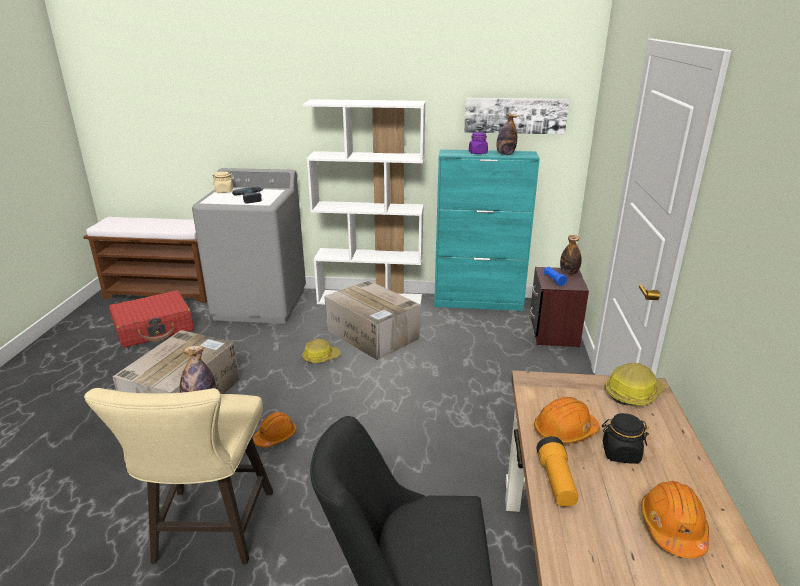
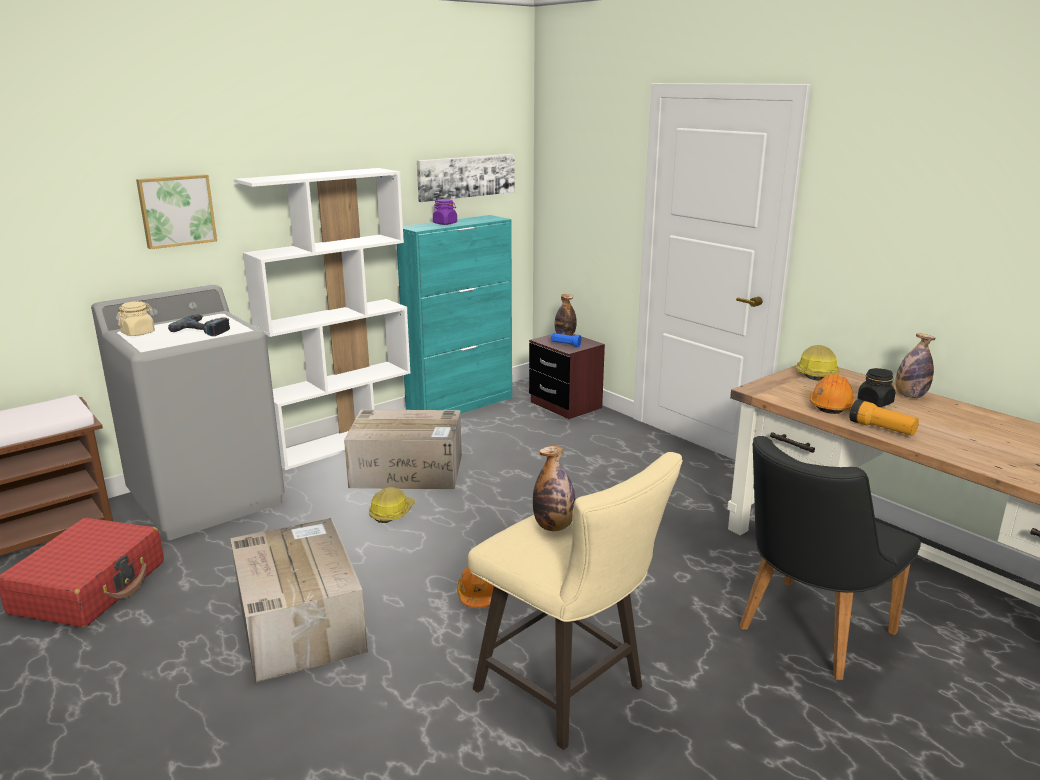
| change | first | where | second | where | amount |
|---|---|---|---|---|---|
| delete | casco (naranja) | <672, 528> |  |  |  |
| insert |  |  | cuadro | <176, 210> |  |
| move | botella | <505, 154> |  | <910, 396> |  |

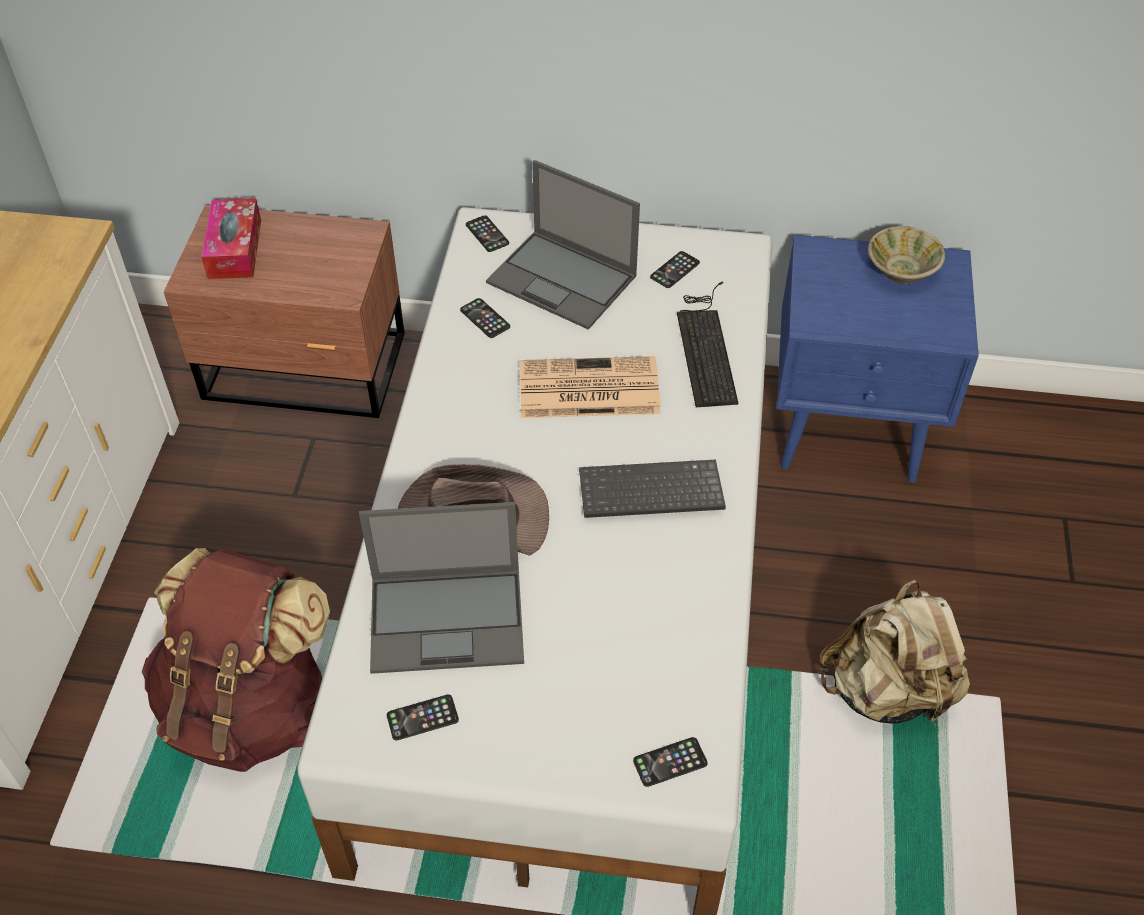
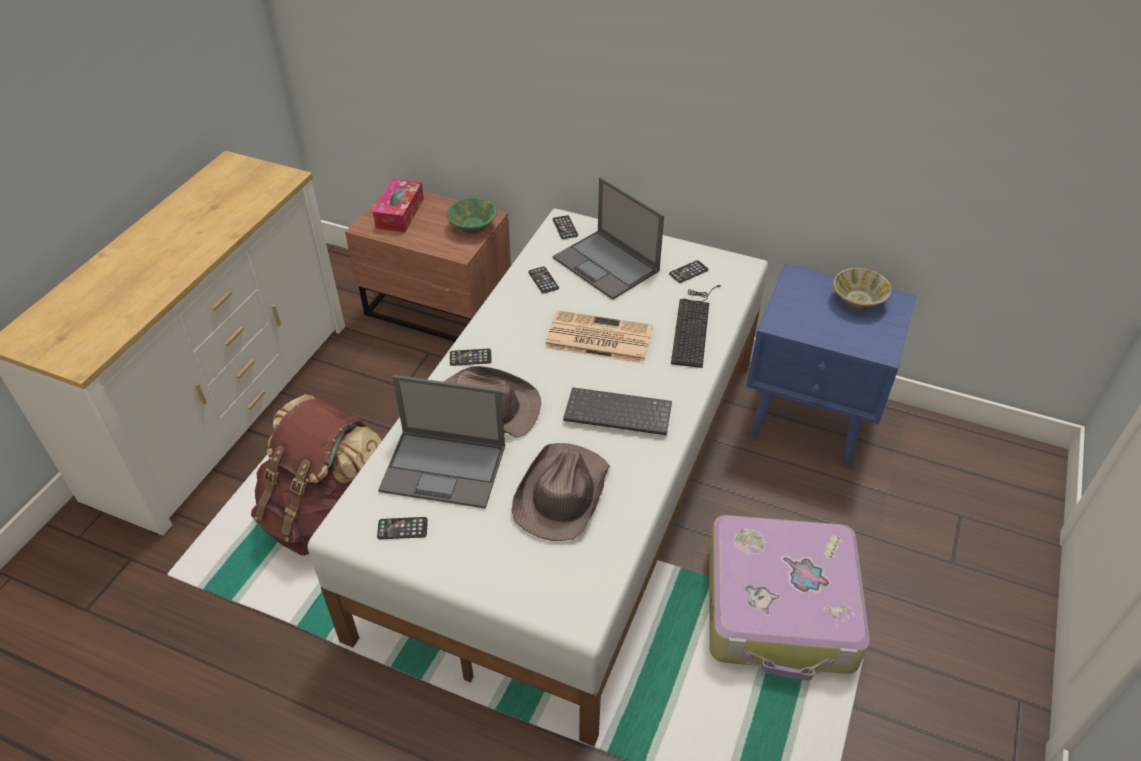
| change | first | where | second | where | amount |
|---|---|---|---|---|---|
| insert |  |  | cuenco (verde) | <472, 226> |  |
| insert |  |  | sombrero (marrón) | <561, 494> |  |
| move | móvil | <670, 762> |  | <470, 357> |  |
| replace | mochila (beis) | <887, 690> | maleta | <781, 608> |  |

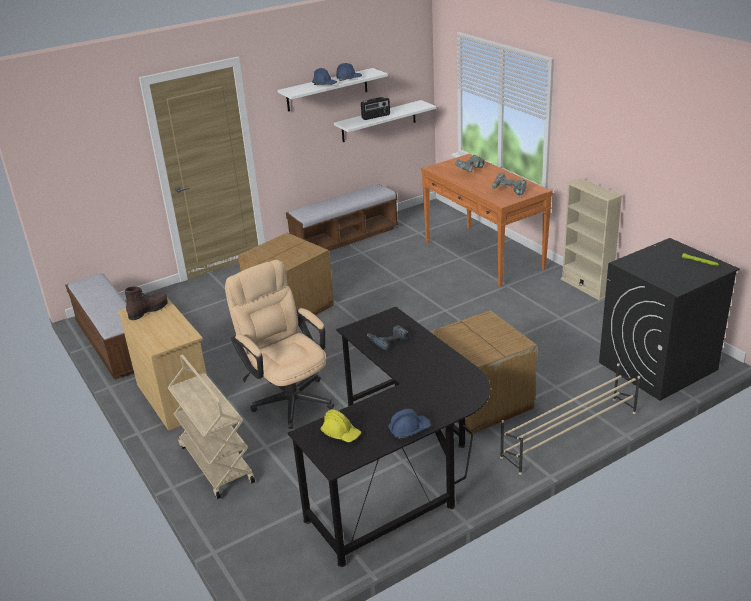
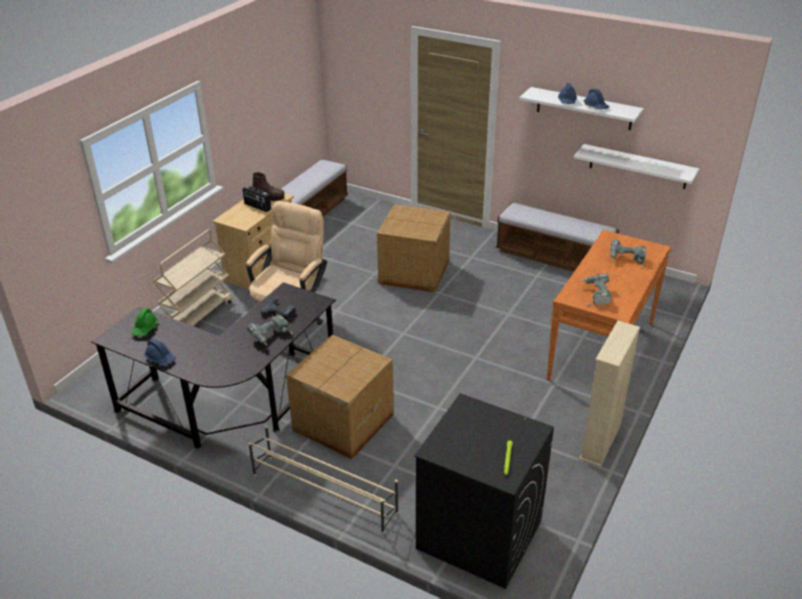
| change | first | where | second | where | amount |
|---|---|---|---|---|---|
| insert |  |  | taladro | <271, 337> |  |
| move | radio | <376, 116> |  | <257, 207> |  |
| recolor | casco (amarillo) | <341, 433> | casco (verde) | <145, 329> |  |

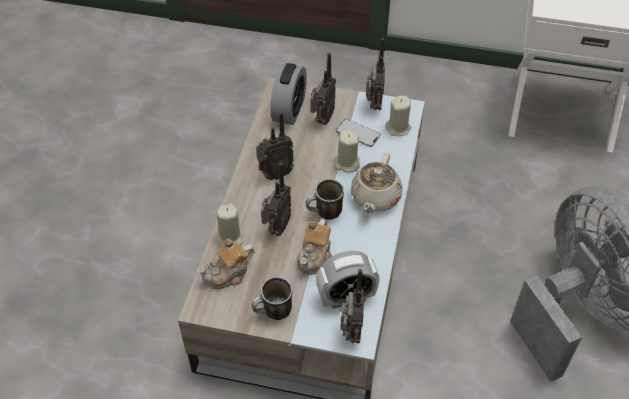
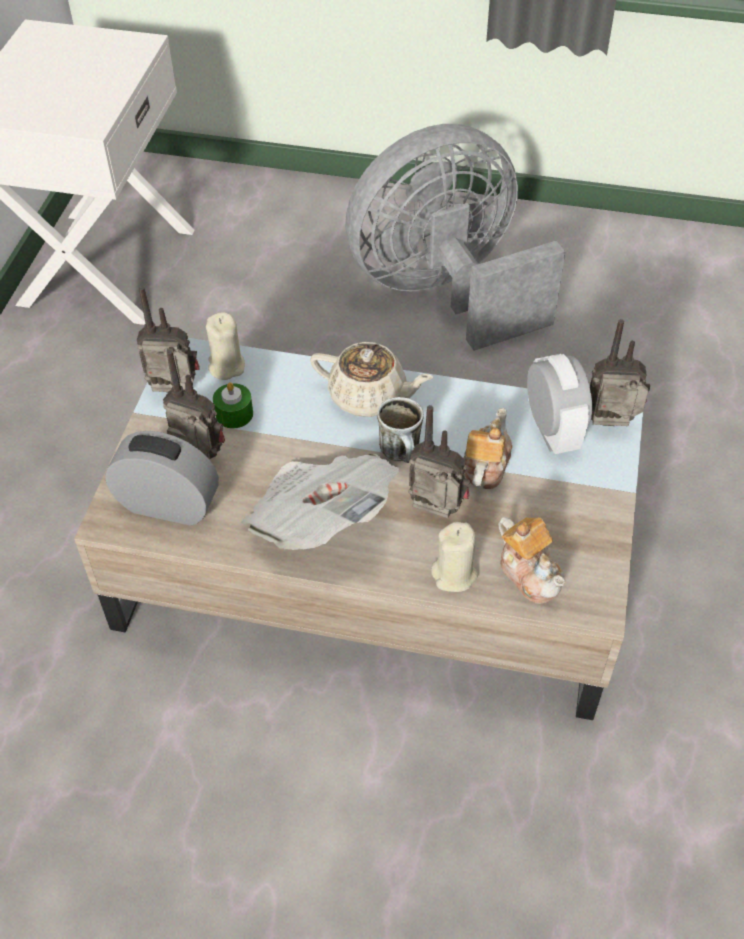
| change | first | where | second | where | amount |
|---|---|---|---|---|---|
| delete | taza grande | <273, 313> |  |  |  |
| delete | vela (beis) | <347, 164> |  |  |  |
| replace | radio | <274, 174> | periódico | <319, 521> |  |
| replace | móvil | <358, 133> | vela (verde) | <234, 414> |  |
| rotate | tetera | <315, 256> |  | <485, 466> | 90 degrees counterclockwise |

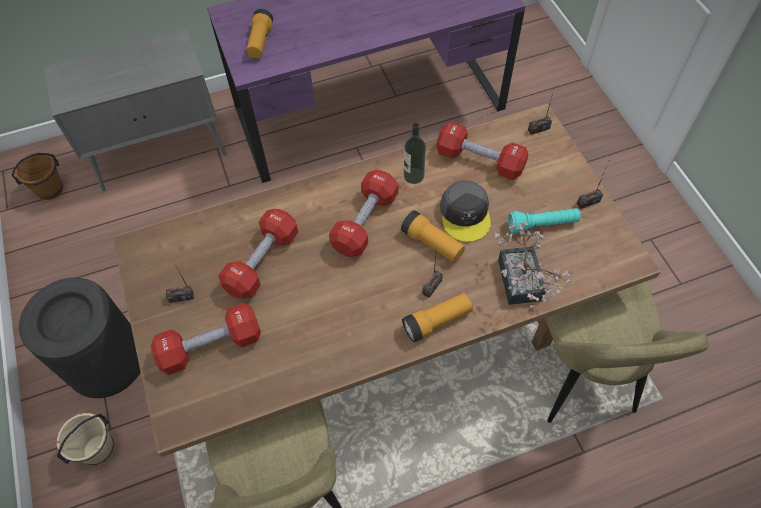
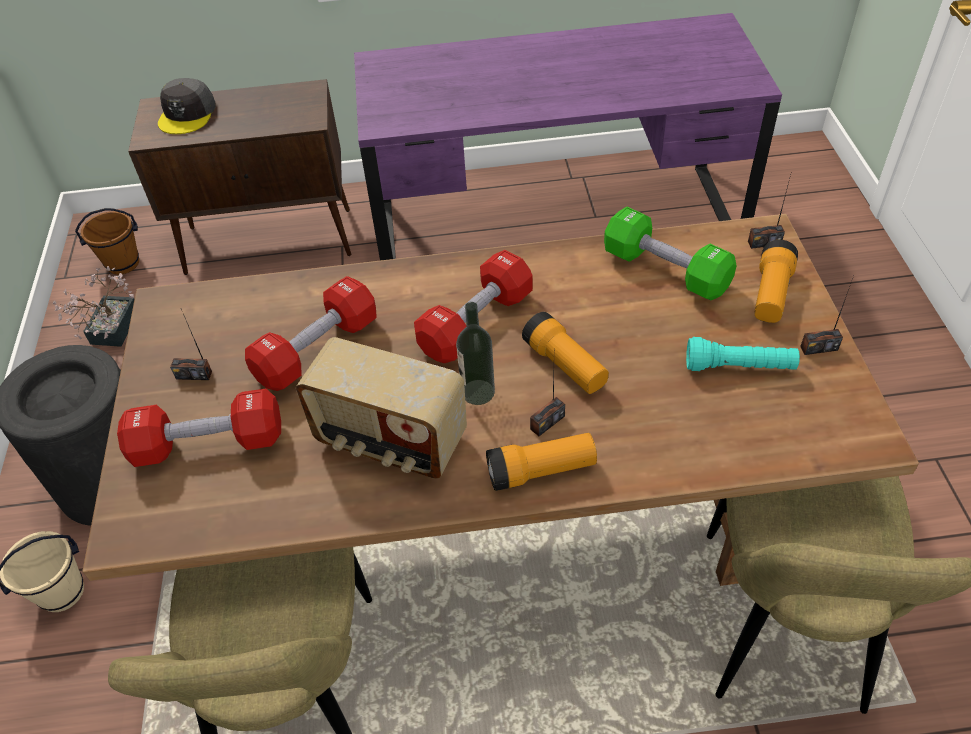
| change | first | where | second | where | amount |
|---|---|---|---|---|---|
| insert |  |  | radio | <390, 441> |  |
| move | linterna | <260, 42> |  | <771, 294> |  |
| move | botella | <413, 175> |  | <478, 392> |  |
| move | gorra (gris) | <465, 214> |  | <187, 114> |  |
| move | planta en maceta | <520, 286> |  | <112, 332> |  |
| recolor | armario (gris) | <161, 152> | armario (marrón) | <271, 241> |  |
| recolor | mancuerna (rojo) | <480, 160> | mancuerna (verde) | <665, 270> |  |

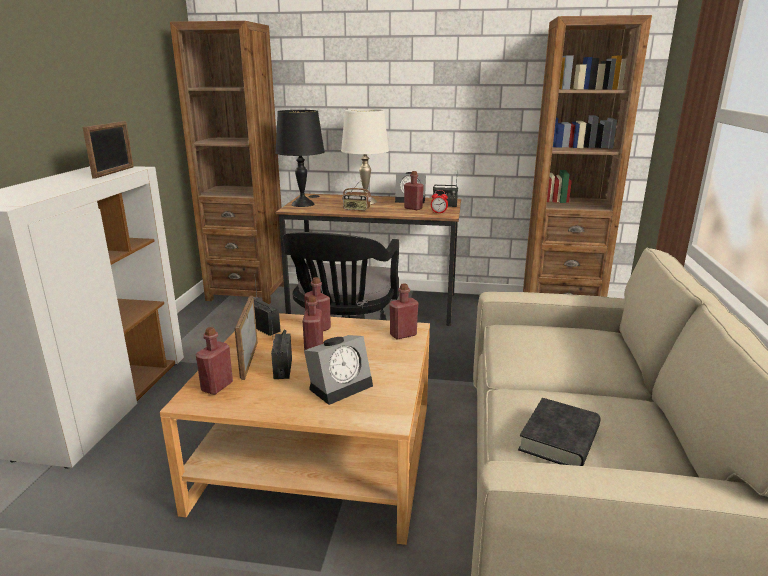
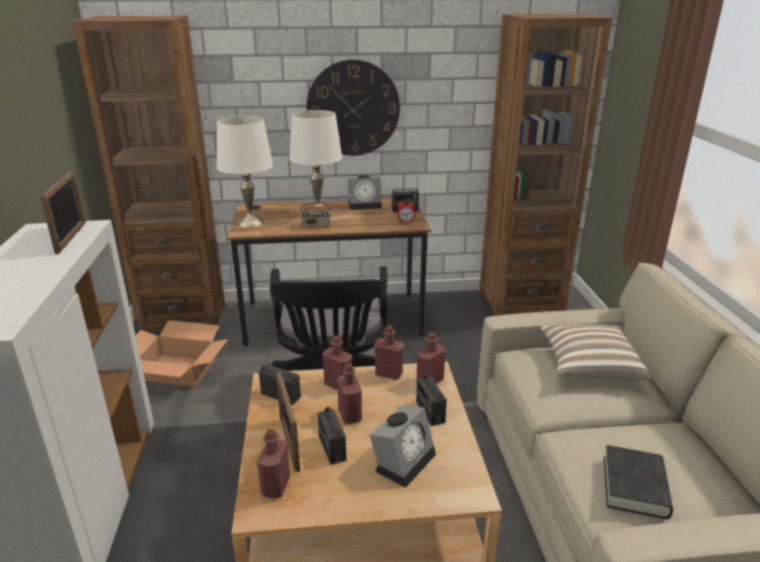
| change | first | where | second | where | amount |
|---|---|---|---|---|---|
| insert |  |  | caja de cartón | <178, 370> |  |
| insert |  |  | reloj de pared | <353, 108> |  |
| insert |  |  | radio | <430, 412> |  |
| insert |  |  | cojín | <589, 366> |  |
| move | botella (rojo) | <413, 208> |  | <388, 374> |  |
| recolor | lámpara de mesa (negro) | <302, 204> | lámpara de mesa (blanco) | <250, 222> |  |

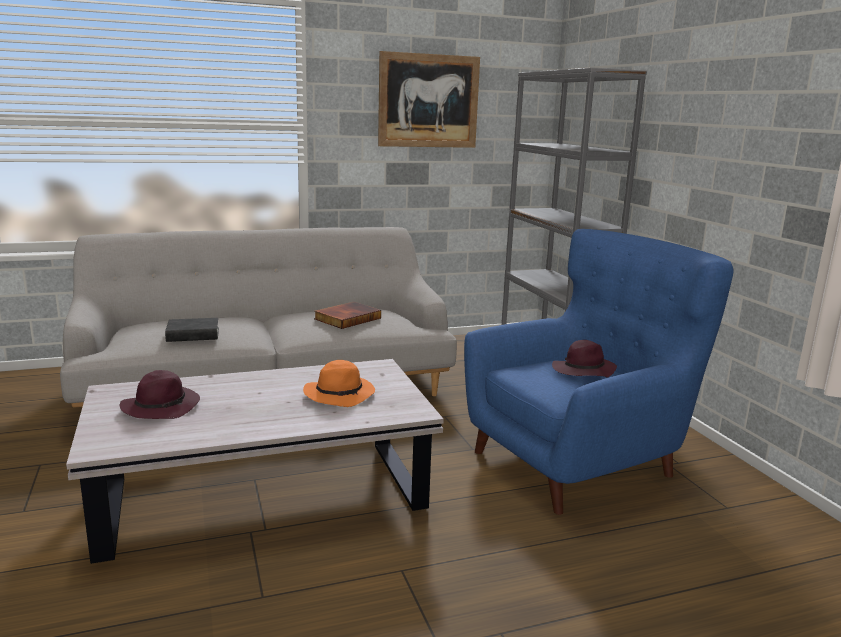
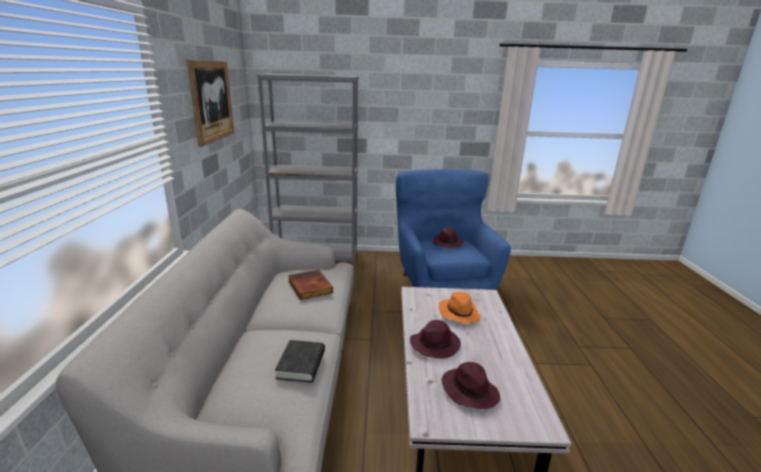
| change | first | where | second | where | amount |
|---|---|---|---|---|---|
| insert |  |  | sombrero (morado) | <435, 344> |  |

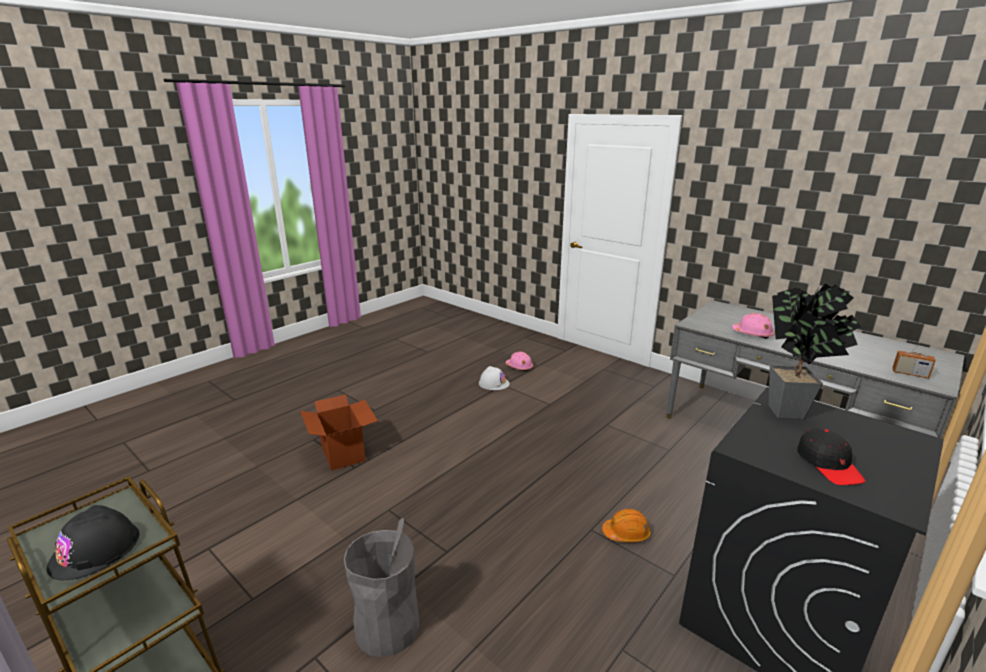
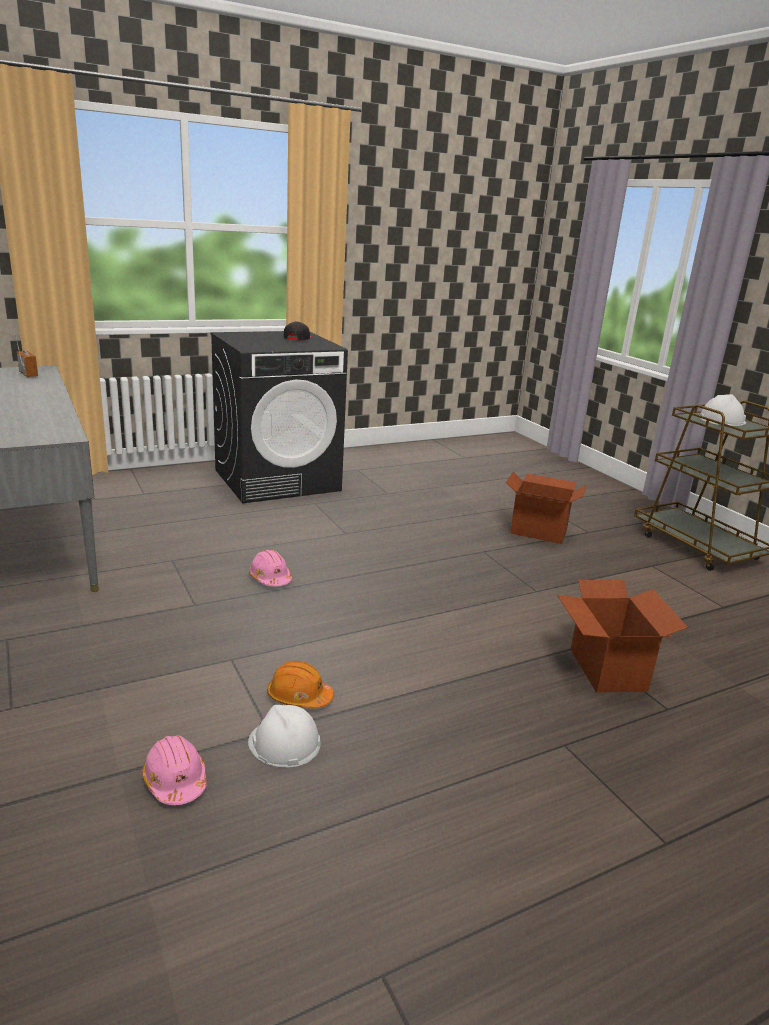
| change | first | where | second | where | amount |
|---|---|---|---|---|---|
| delete | planta en maceta | <793, 413> |  |  |  |
| move | casco (naranja) | <626, 533> |  | <299, 697> |  |
| move | casco (rosa) | <752, 334> |  | <270, 578> |  |
| replace | papelera (gris) | <387, 627> | caja de cartón | <538, 531> |  |
| recolor | casco (negro) | <95, 550> | casco (blanco) | <721, 420> |  |

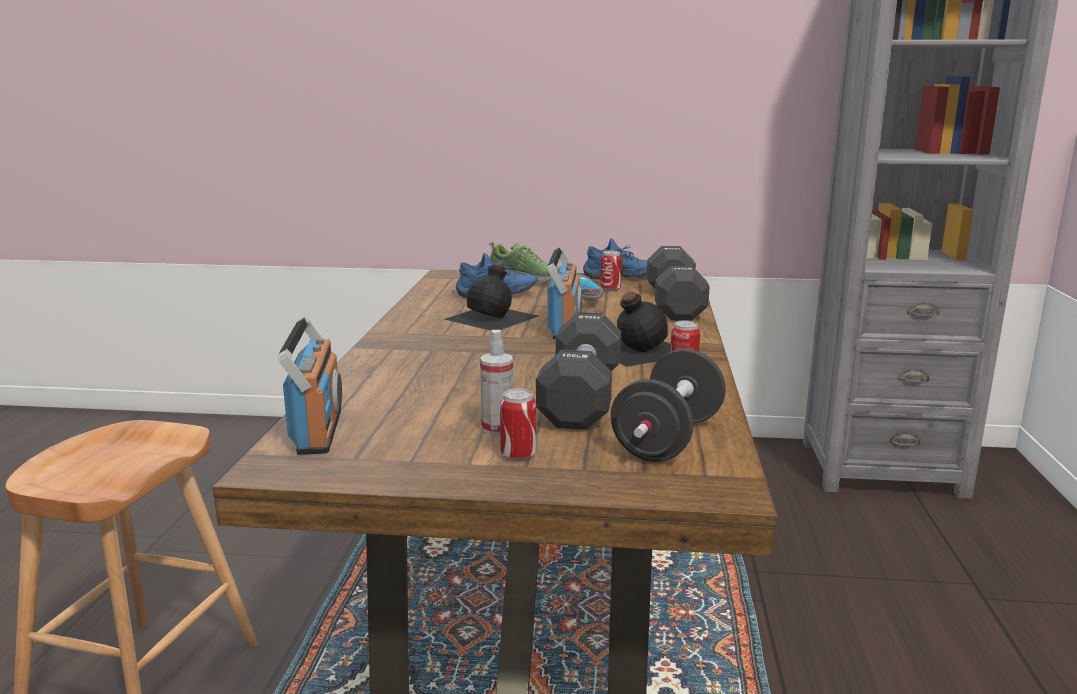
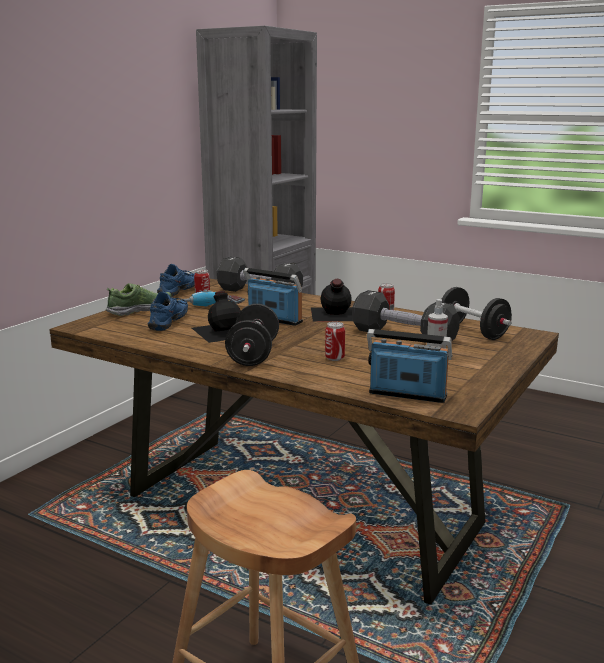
| change | first | where | second | where | amount |
|---|---|---|---|---|---|
| insert |  |  | mancuerna (negro) | <253, 355> |  |
| move | lata | <518, 455> |  | <334, 358> |  |

